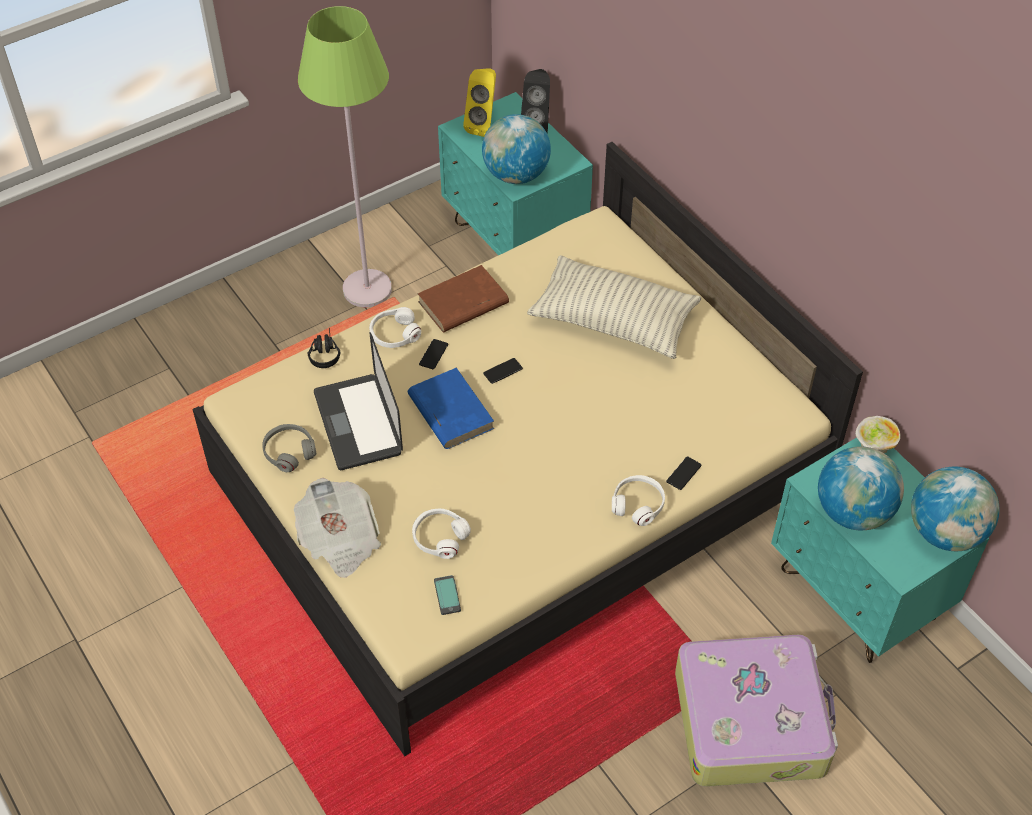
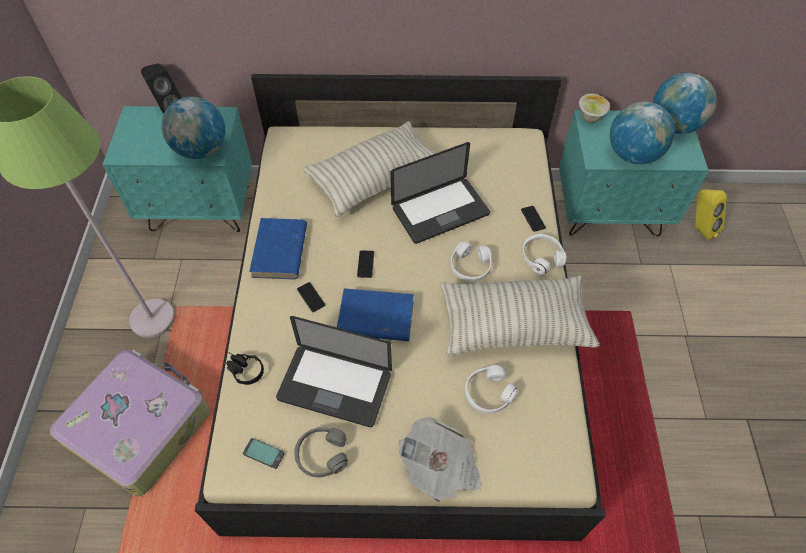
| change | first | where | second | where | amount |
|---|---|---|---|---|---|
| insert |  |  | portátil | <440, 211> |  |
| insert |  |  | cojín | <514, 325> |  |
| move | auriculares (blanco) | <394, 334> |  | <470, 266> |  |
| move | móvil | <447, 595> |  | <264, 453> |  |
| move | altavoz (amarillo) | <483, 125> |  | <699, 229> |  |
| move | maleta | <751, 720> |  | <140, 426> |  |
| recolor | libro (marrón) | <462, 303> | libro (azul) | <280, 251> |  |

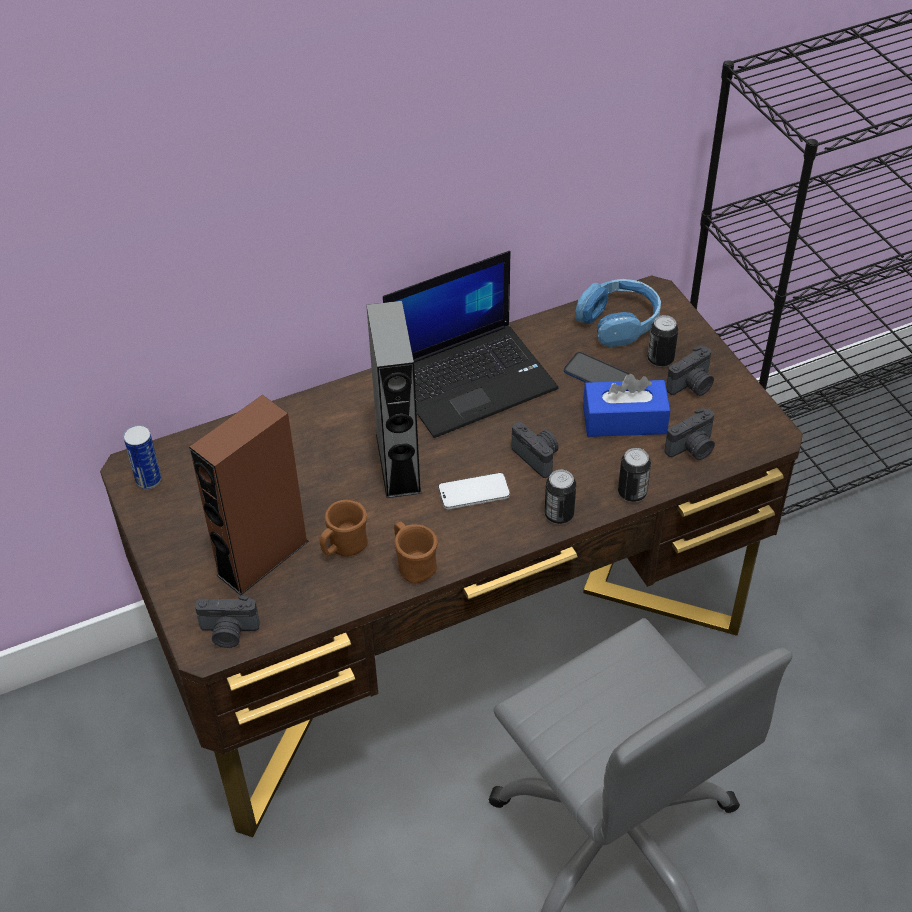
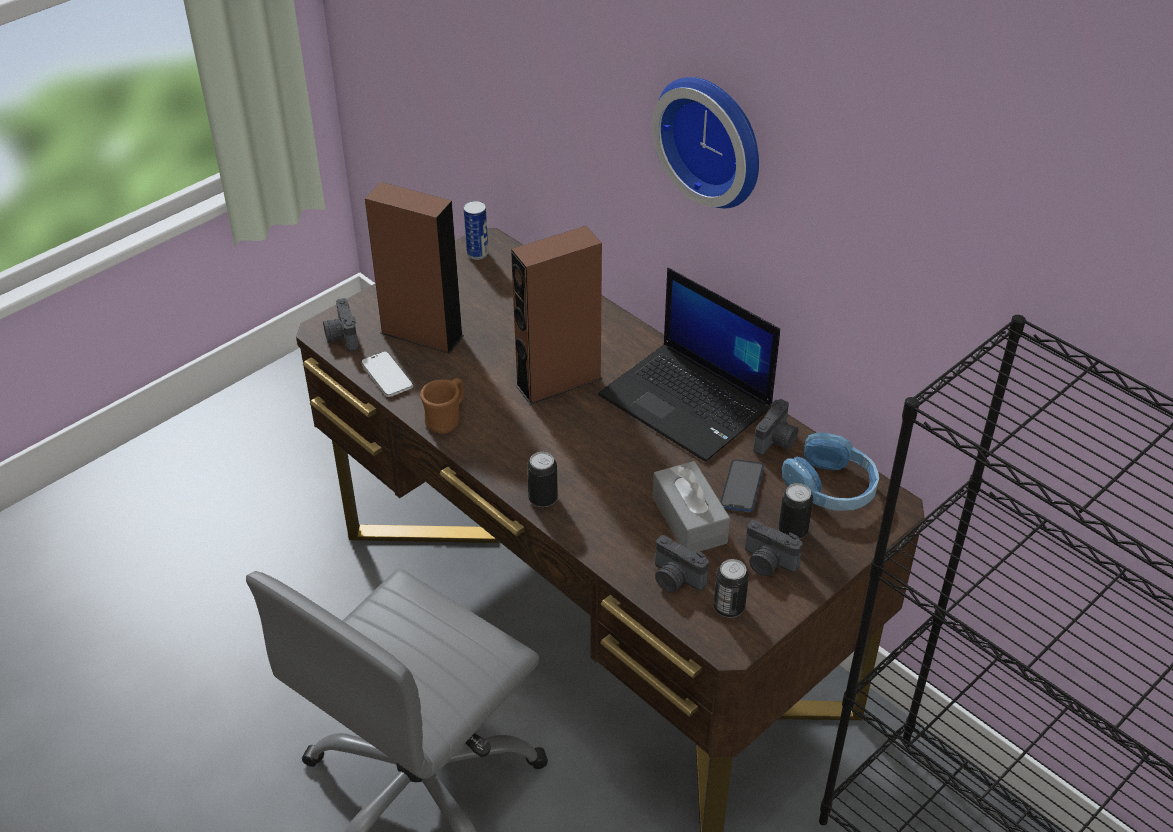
| change | first | where | second | where | amount |
|---|---|---|---|---|---|
| delete | taza grande (marrón) | <344, 547> |  |  |  |
| insert |  |  | reloj de pared | <714, 138> |  |
| move | móvil | <474, 493> |  | <387, 376> |  |
| move | cámara | <537, 457> |  | <776, 441> |  |
| move | lata | <632, 493> |  | <729, 607> |  |
| recolor | altavoz (gris) | <398, 463> | altavoz (marrón) | <558, 382> |  |
| recolor | caja de pañuelos (azul) | <624, 420> | caja de pañuelos (gris) | <689, 520> |  |

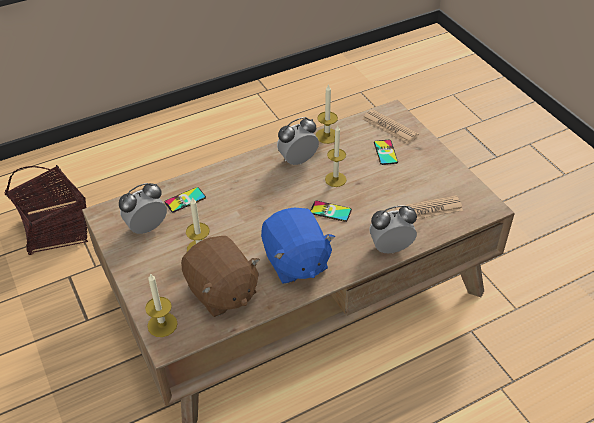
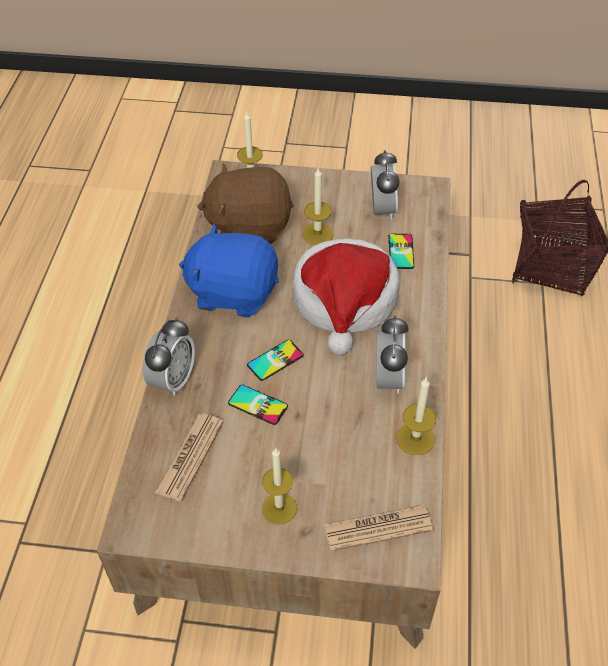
| change | first | where | second | where | amount |
|---|---|---|---|---|---|
| insert |  |  | sombrero | <345, 301> |  |
| move | vela | <335, 179> |  | <279, 508> |  |
| move | móvil | <385, 152> |  | <258, 405> |  |

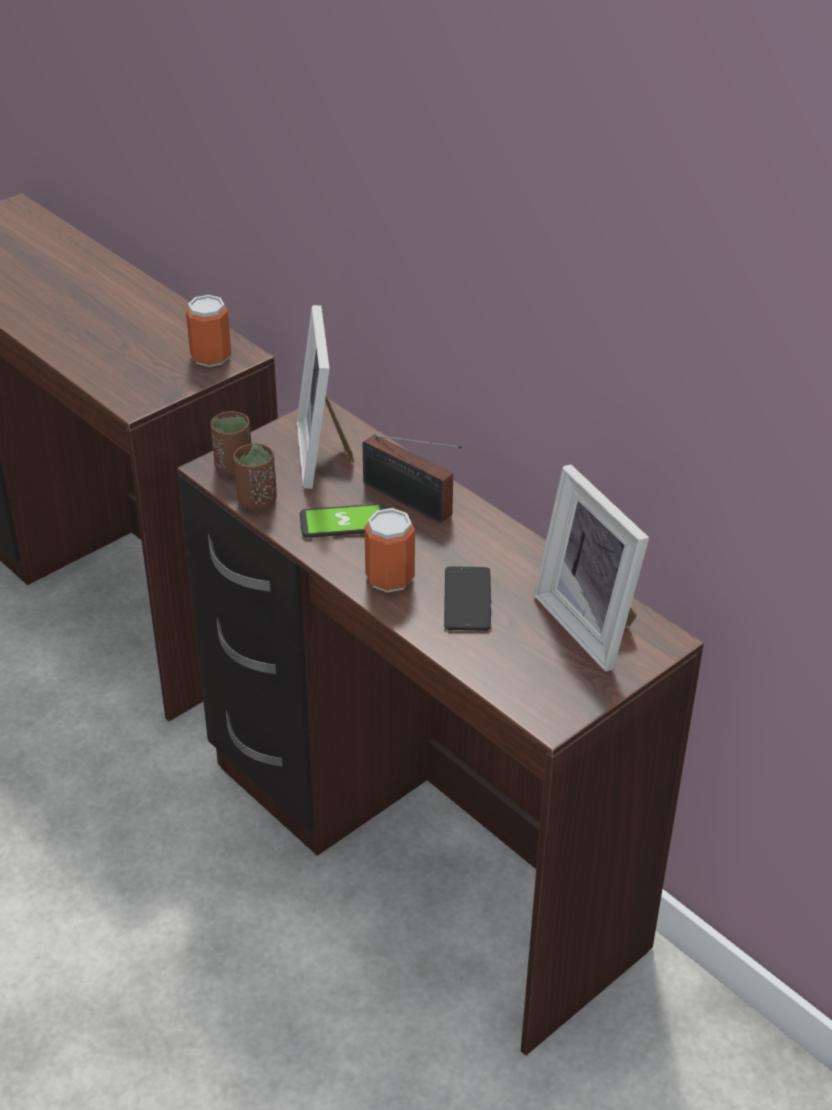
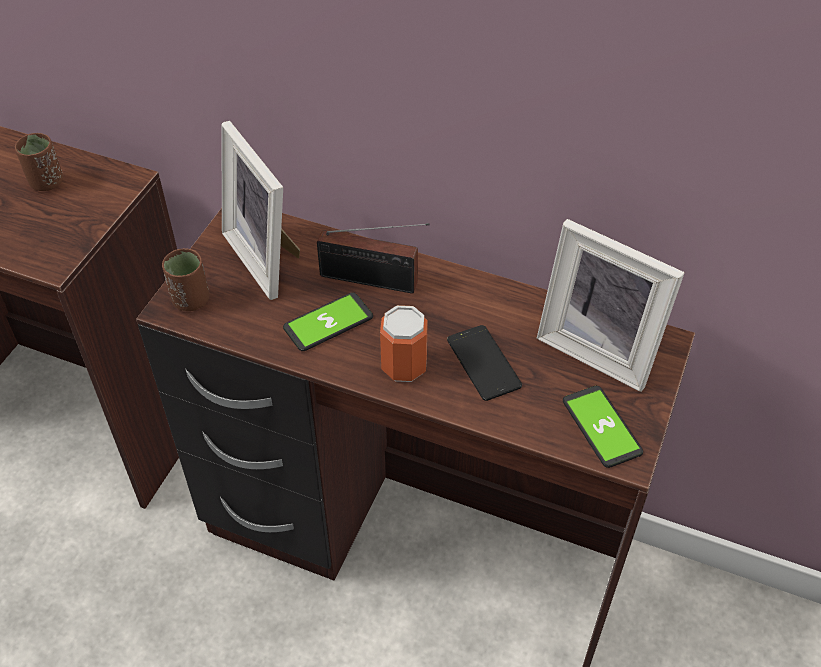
| change | first | where | second | where | amount |
|---|---|---|---|---|---|
| delete | lata | <211, 357> |  |  |  |
| insert |  |  | móvil | <601, 427> |  |
| move | taza (marrón) | <257, 500> |  | <46, 182> |  |

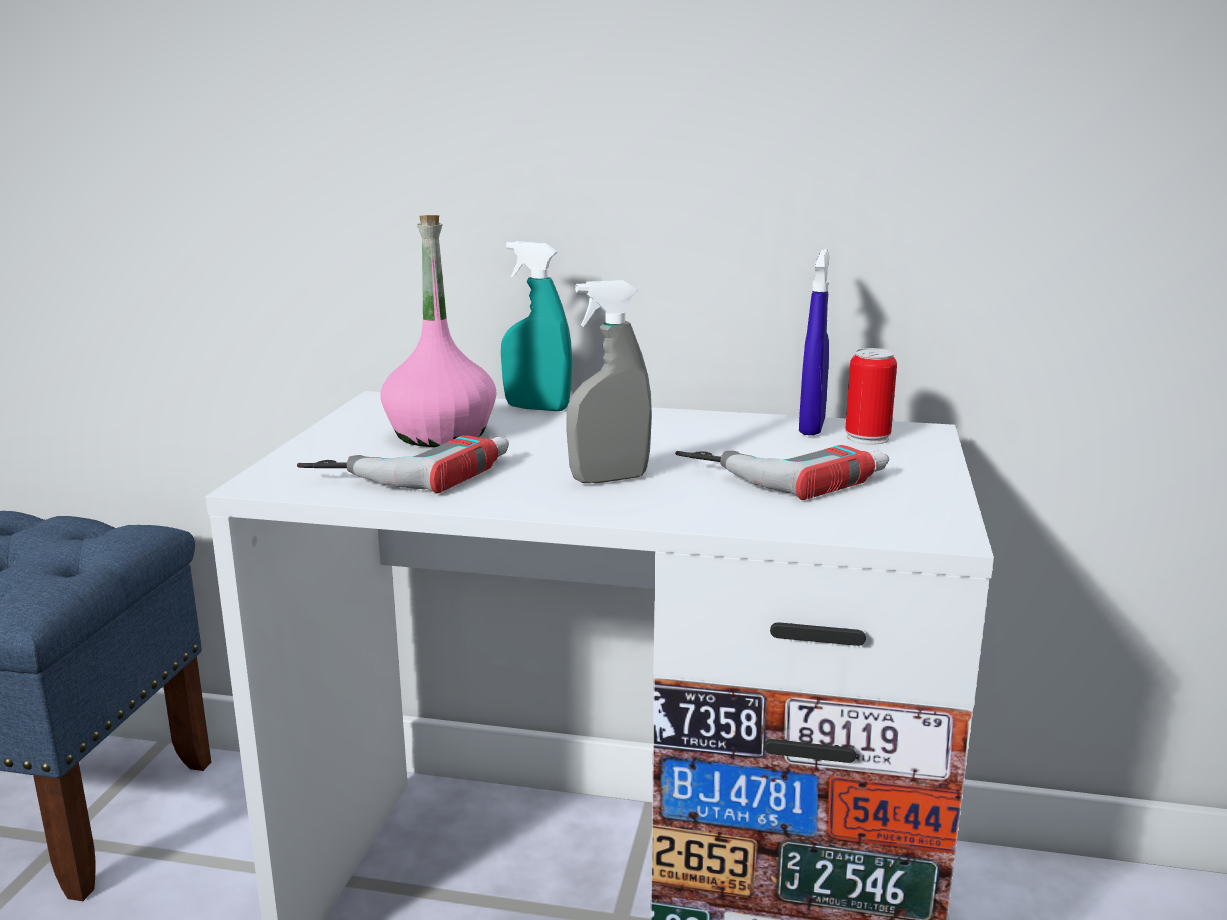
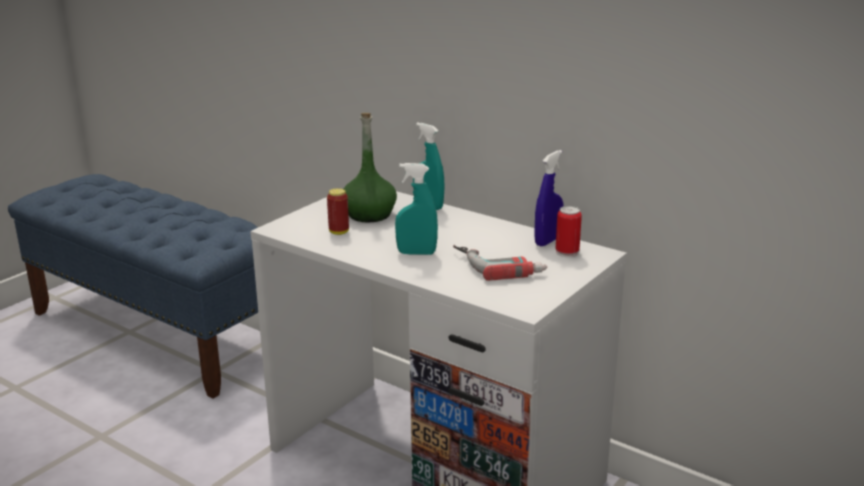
| change | first | where | second | where | amount |
|---|---|---|---|---|---|
| replace | taladro | <410, 469> | lata | <339, 232> |  |
| recolor | botella (rosa) | <440, 434> | botella (verde) | <369, 214> |  |
| recolor | pulverizador (gris) | <609, 479> | pulverizador (turquesa) | <416, 253> |  |

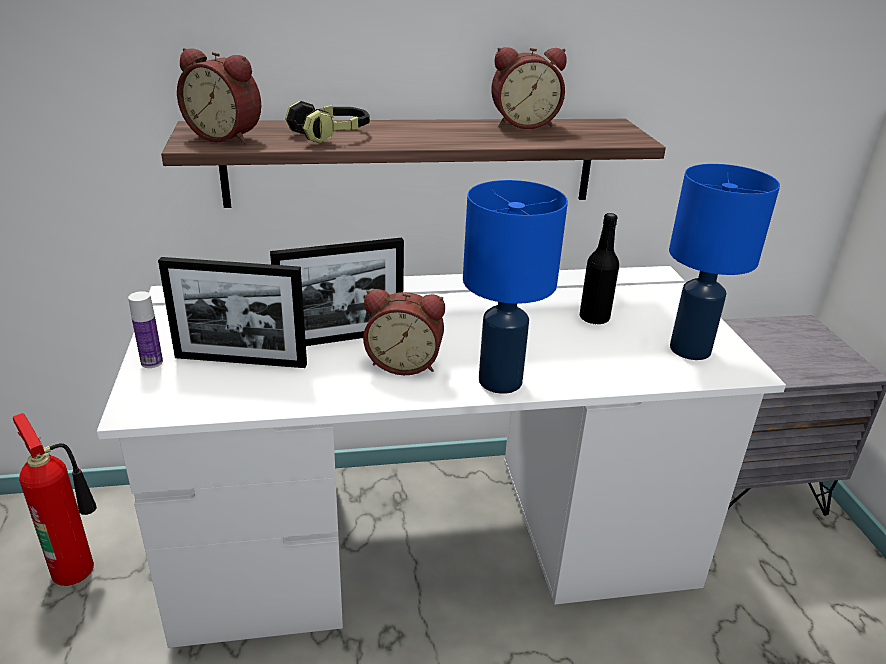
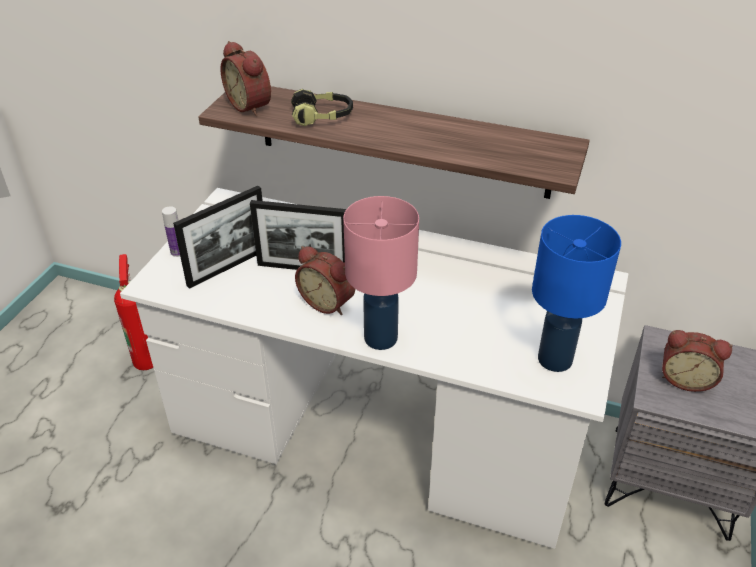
| change | first | where | second | where | amount |
|---|---|---|---|---|---|
| delete | botella (negro) | <594, 318> |  |  |  |
| move | despertador | <523, 124> |  | <686, 378> |  |
| recolor | lámpara de mesa (azul) | <501, 381> | lámpara de mesa (rosa) | <381, 339> |  |
| rotate | portarretratos | <240, 361> |  | <228, 267> | 75 degrees counterclockwise |

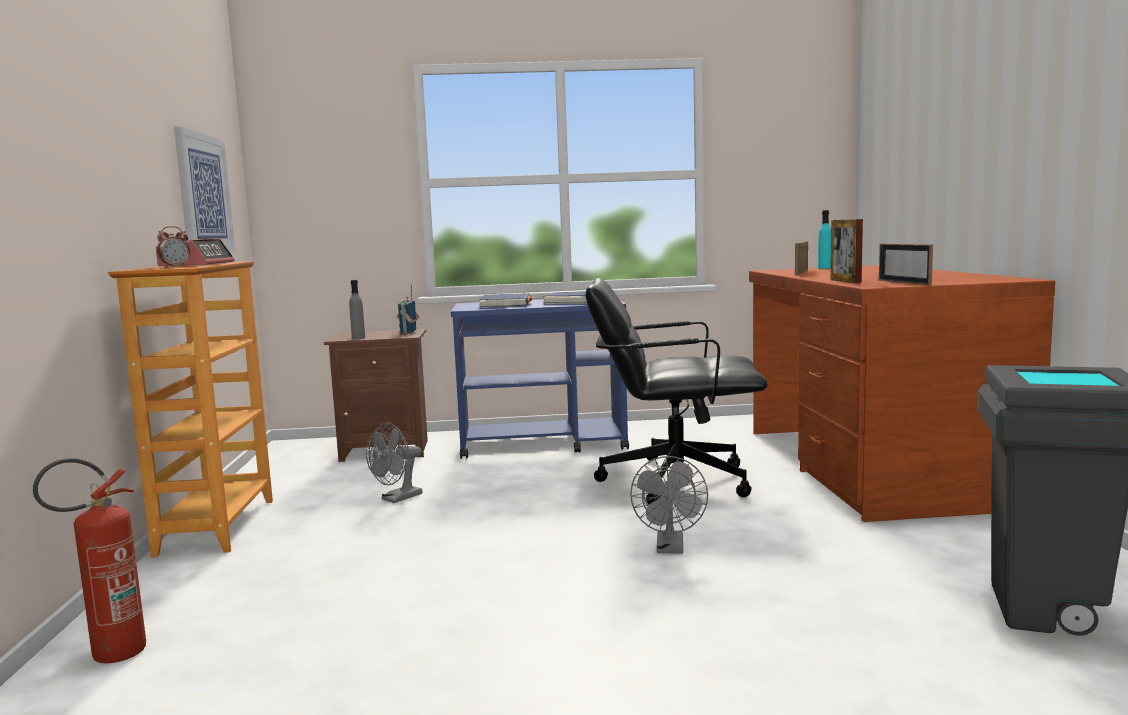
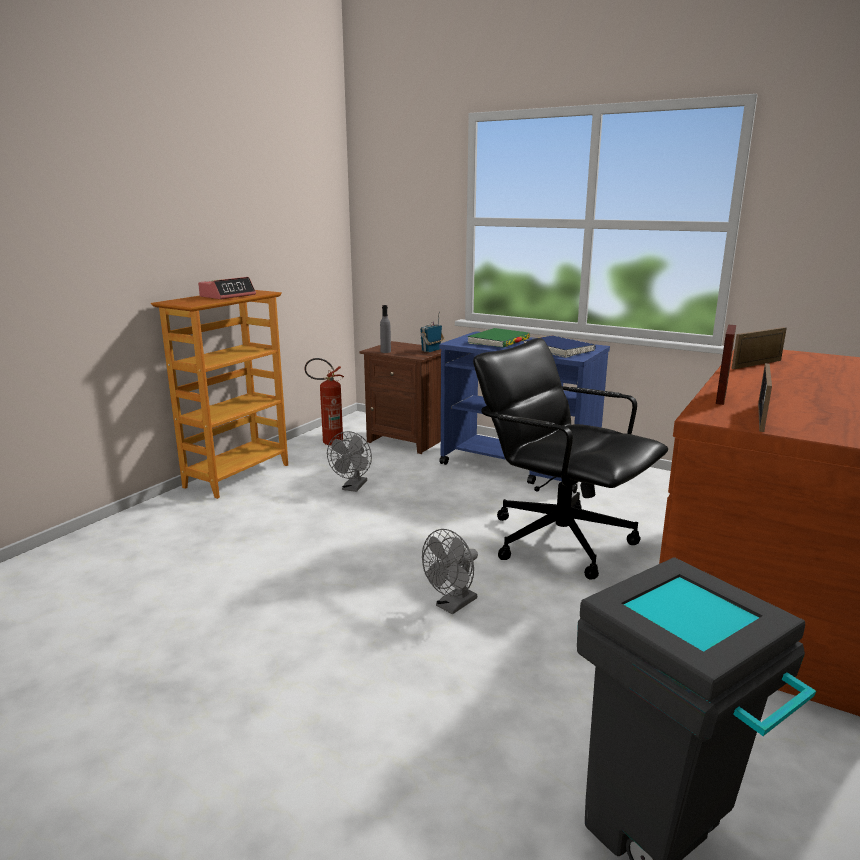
| change | first | where | second | where | amount |
|---|---|---|---|---|---|
| delete | despertador | <175, 267> |  |  |  |
| delete | cuadro | <204, 195> |  |  |  |
| delete | botella (turquesa) | <824, 268> |  |  |  |
| move | extintor | <108, 658> |  | <328, 443> |  |
| recolor | libro (azul) | <506, 304> | libro (verde) | <499, 341> |  |
| rotate | ventilador (gris) | <397, 499> |  | <353, 488> | 60 degrees counterclockwise |

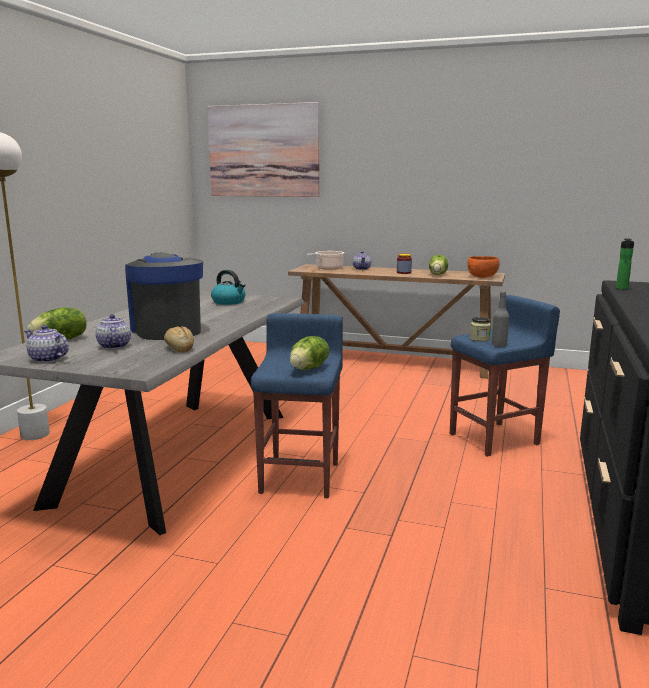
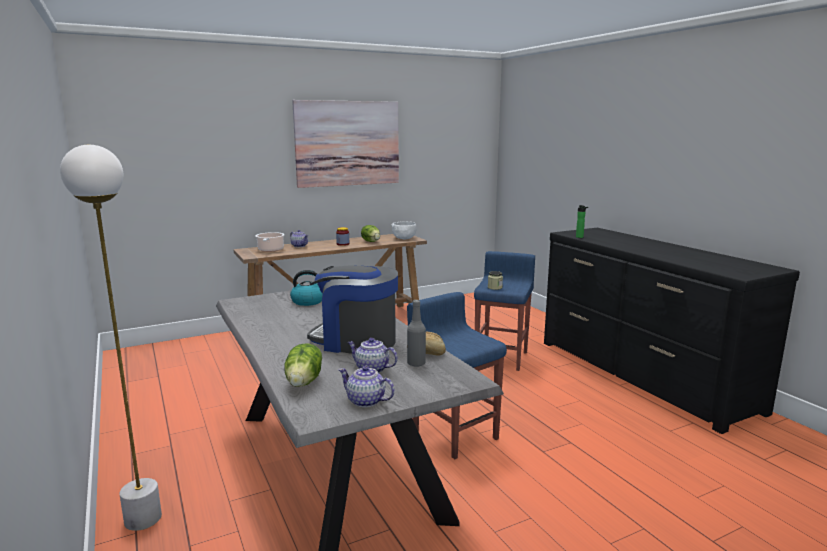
| change | first | where | second | where | amount |
|---|---|---|---|---|---|
| delete | lechuga | <309, 368> |  |  |  |
| move | cuadro | <263, 151> |  | <348, 143> |  |
| move | botella (gris) | <499, 345> |  | <416, 363> |  |
| recolor | cuenco (naranja) | <482, 276> | cuenco (blanco) | <404, 238> |  |
| rotate | tetera | <48, 359> |  | <366, 401> | 45 degrees clockwise |

